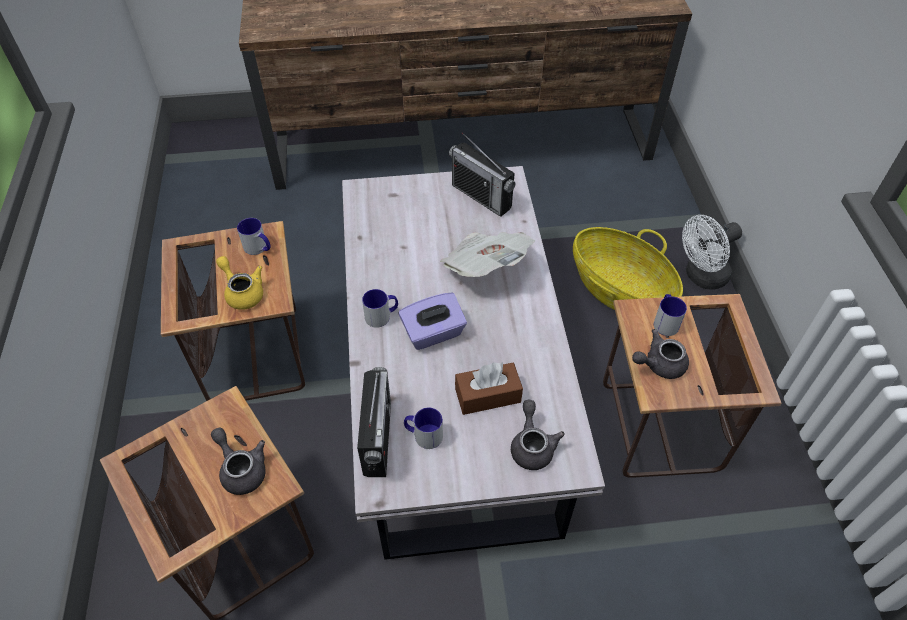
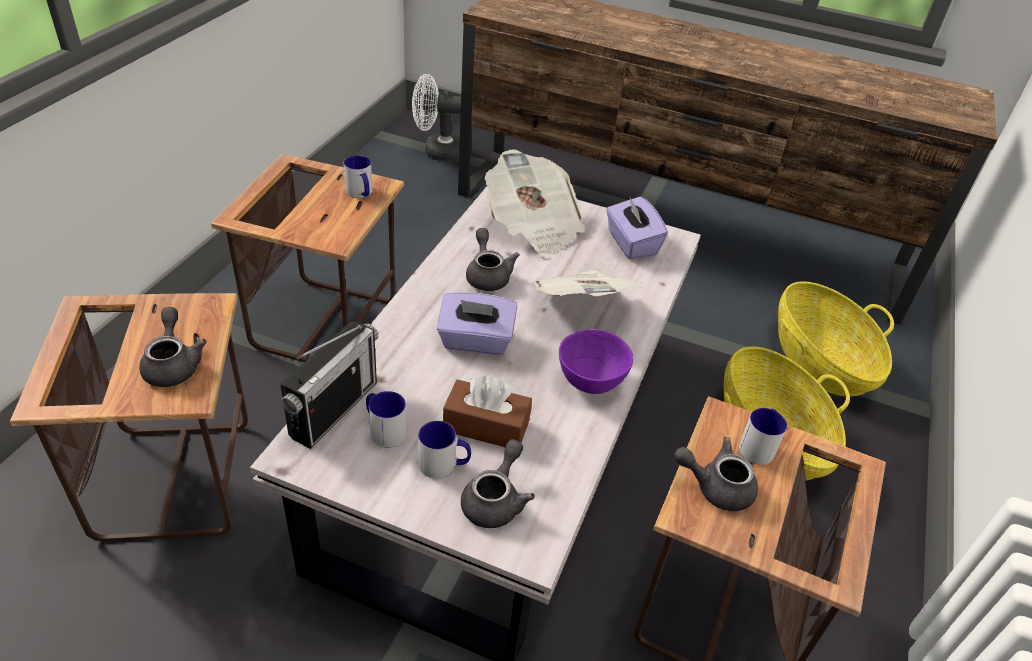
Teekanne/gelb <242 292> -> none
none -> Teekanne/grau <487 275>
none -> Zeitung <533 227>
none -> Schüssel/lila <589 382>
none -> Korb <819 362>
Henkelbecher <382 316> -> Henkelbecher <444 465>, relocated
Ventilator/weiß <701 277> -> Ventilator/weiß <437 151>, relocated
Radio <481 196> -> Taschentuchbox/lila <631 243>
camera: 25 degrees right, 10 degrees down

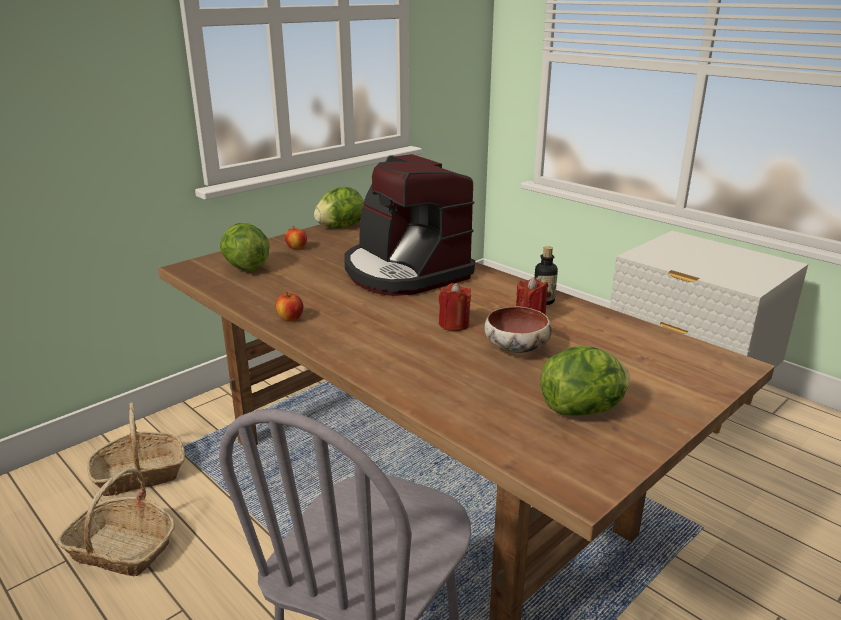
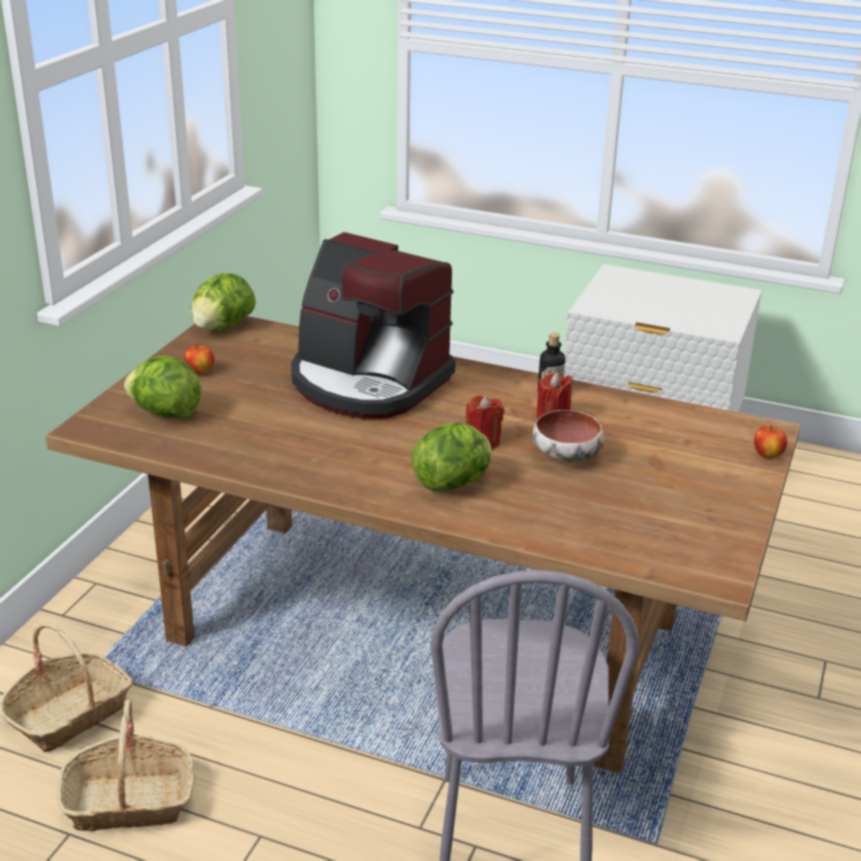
Apfel <290 319> -> Apfel <768 455>, relocated
Salatkopf <583 410> -> Salatkopf <453 483>, relocated
camera: 25 degrees left, 5 degrees up

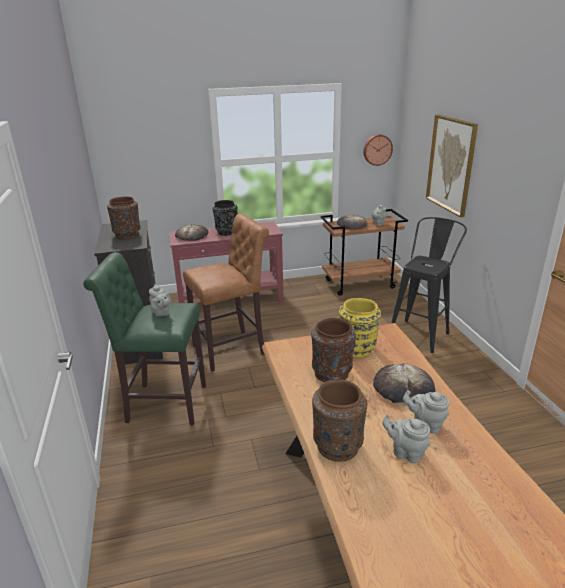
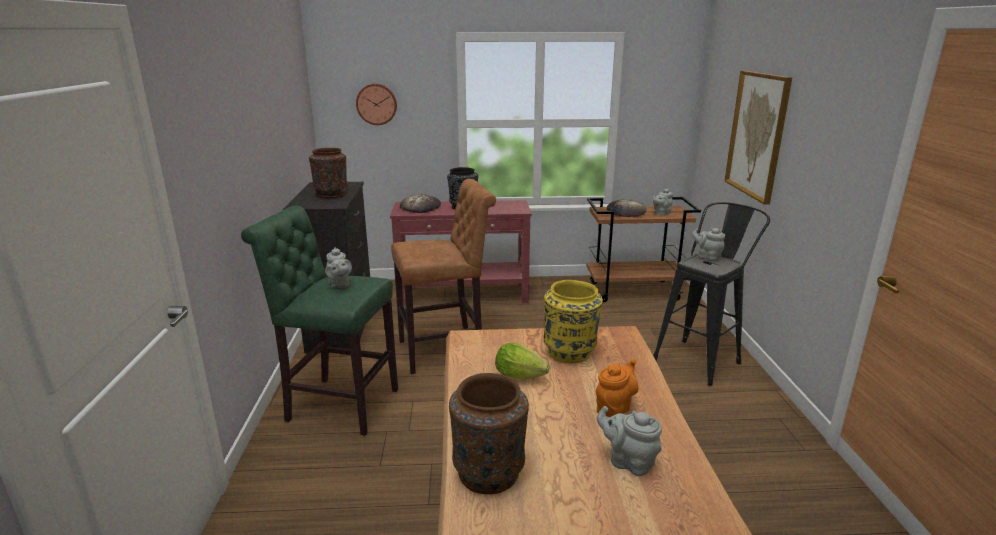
Wanduhr <377 149> -> Wanduhr <376 104>, relocated
Teekanne/grau <406 452> -> Teekanne/grau <707 256>, relocated
Vase/braun <332 372> -> Salatkopf <522 377>
Brot <403 388> -> Teekanne/orange <615 409>
camera: 10 degrees right, 5 degrees down

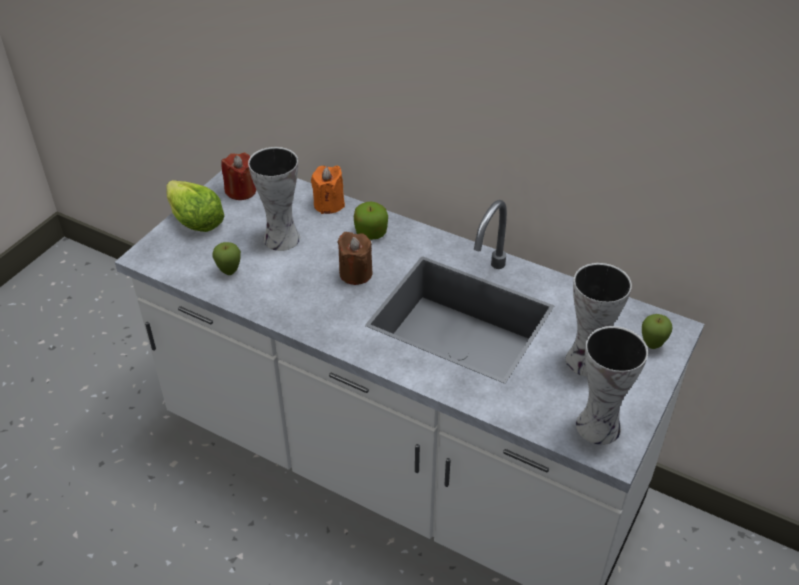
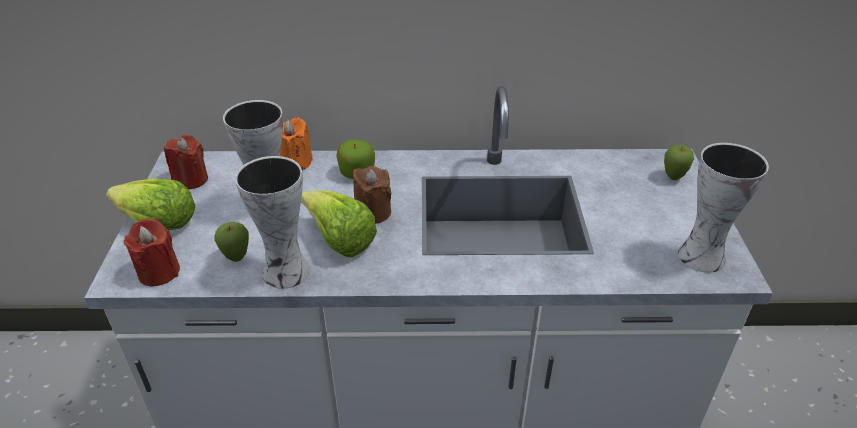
none -> Kerze/rot <159 272>
none -> Salatkopf <339 240>
Vase <584 361> -> Vase <284 273>, relocated
camera: 30 degrees left, 5 degrees down

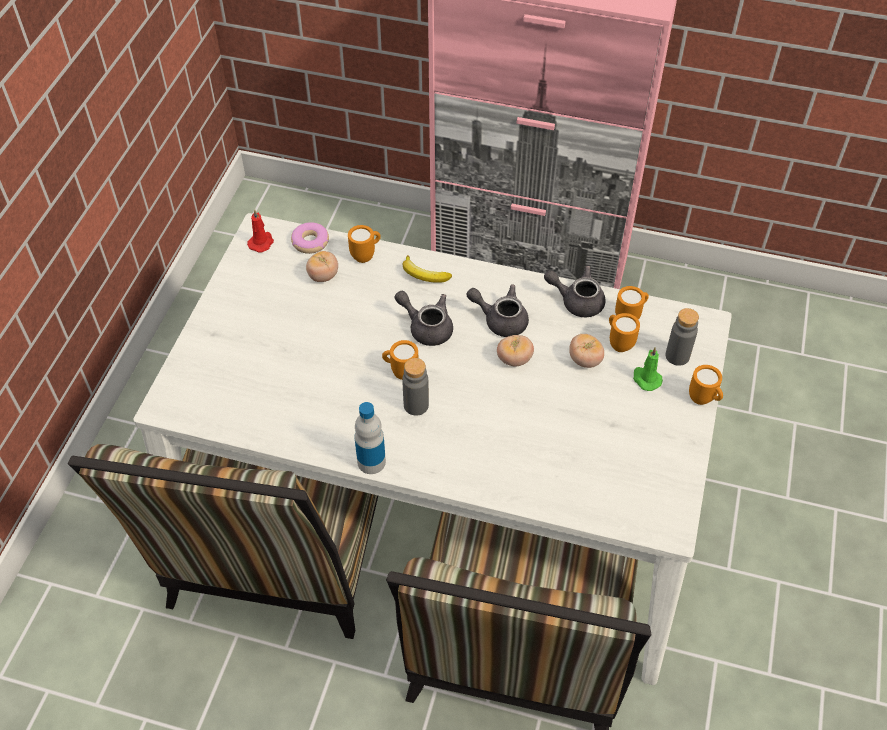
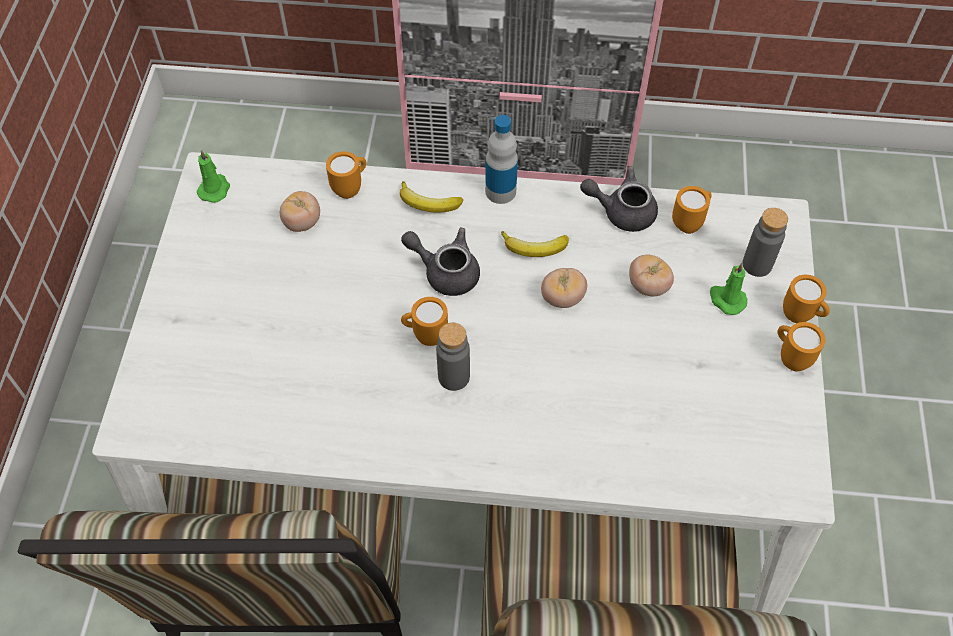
Donut <310 242> -> none
Flasche <371 462> -> Flasche <500 191>, relocated
Henkelbecher/orange <618 343> -> Henkelbecher/orange <790 357>, relocated
Teekanne/grau <500 320> -> Banane <534 249>
Kerze/rot <261 242> -> Kerze/grün <215 189>
camera: 10 degrees left, 5 degrees up

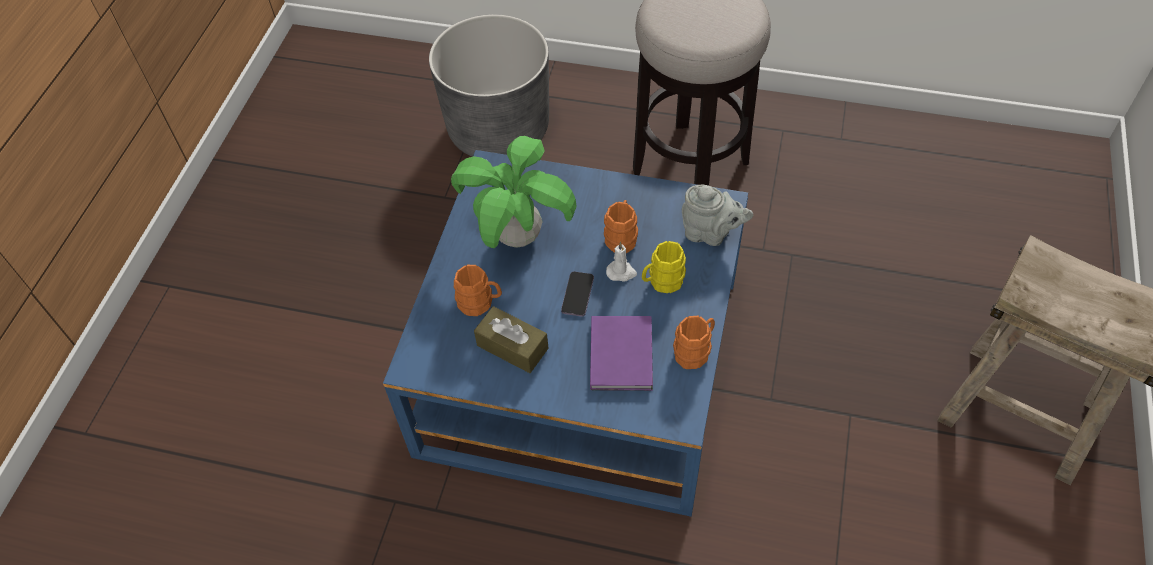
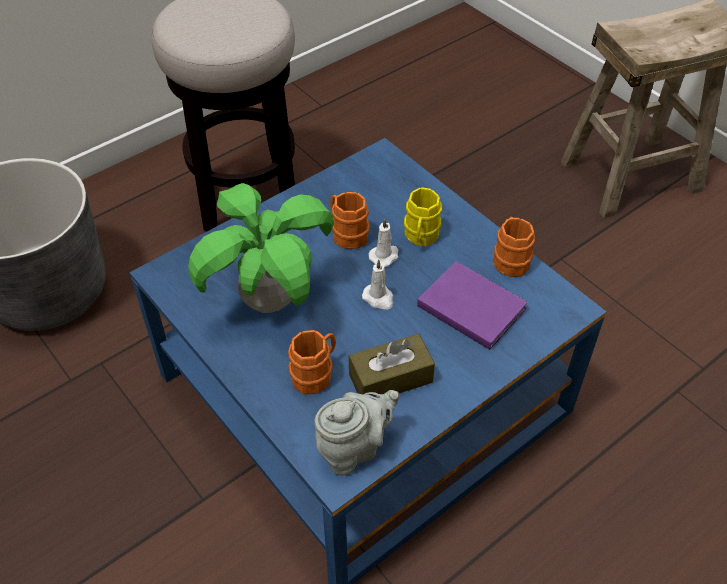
Teekanne/grau <710 234> -> Teekanne/grau <354 449>, relocated
Handy <577 295> -> Kerze/weiß <379 298>
camera: 55 degrees left, 5 degrees down

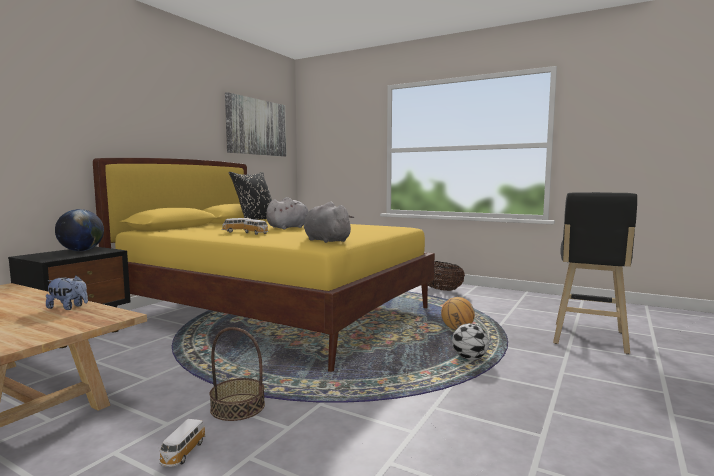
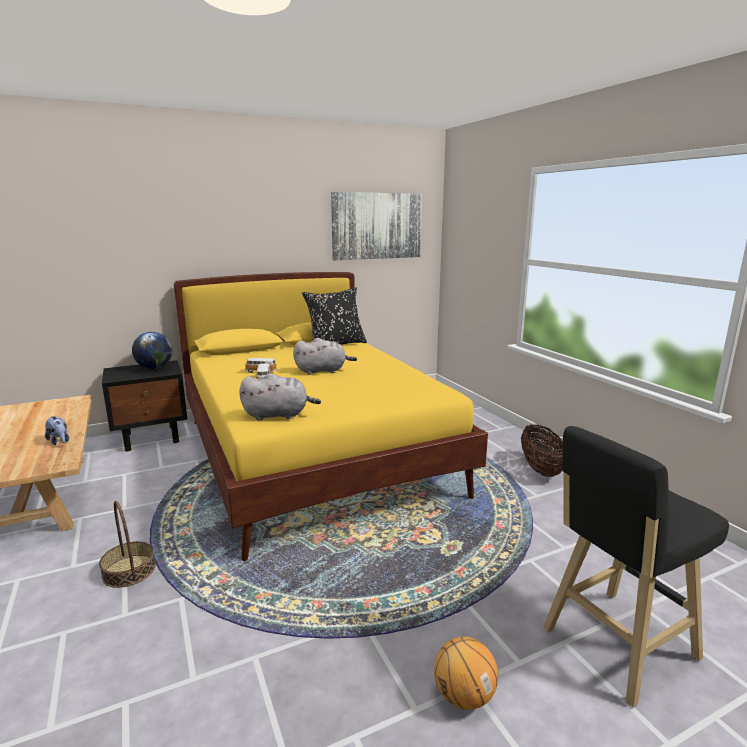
Spielzeugauto <182 453> -> none
Fußball <470 358> -> none
Basketball <457 329> -> Basketball <463 696>, relocated
Plüschtier/grau <325 241> -> Plüschtier/grau <278 415>, 90 degrees clockwise
camera: 35 degrees right, 10 degrees up

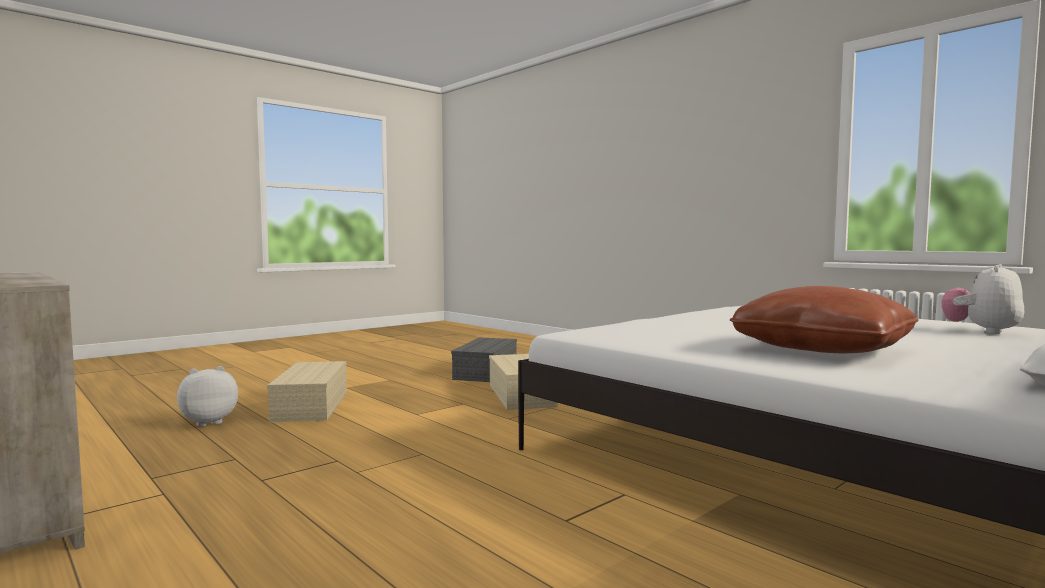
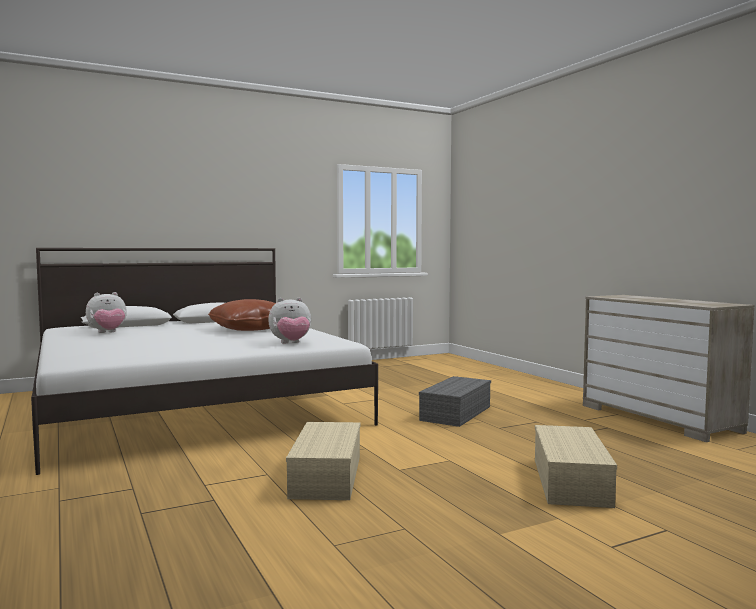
Plüschtier <208 422> -> Plüschtier <291 343>, relocated
Aufbewahrungsbox/grau <486 372> -> Aufbewahrungsbox/grau <455 413>, relocated
camera: 165 degrees left, 0 degrees up

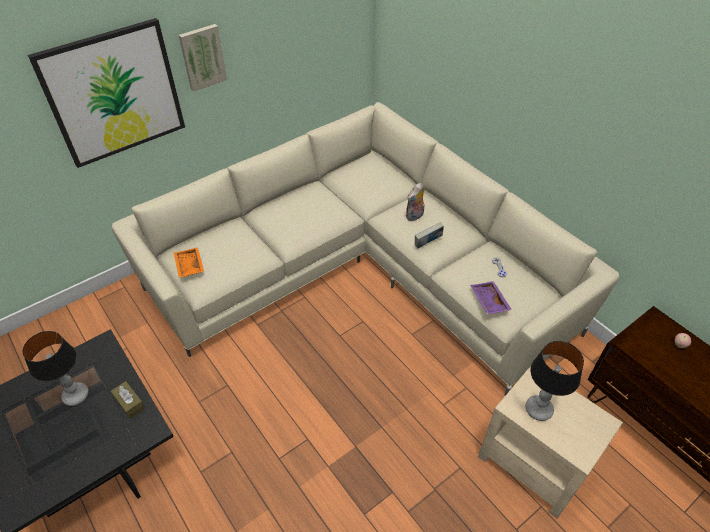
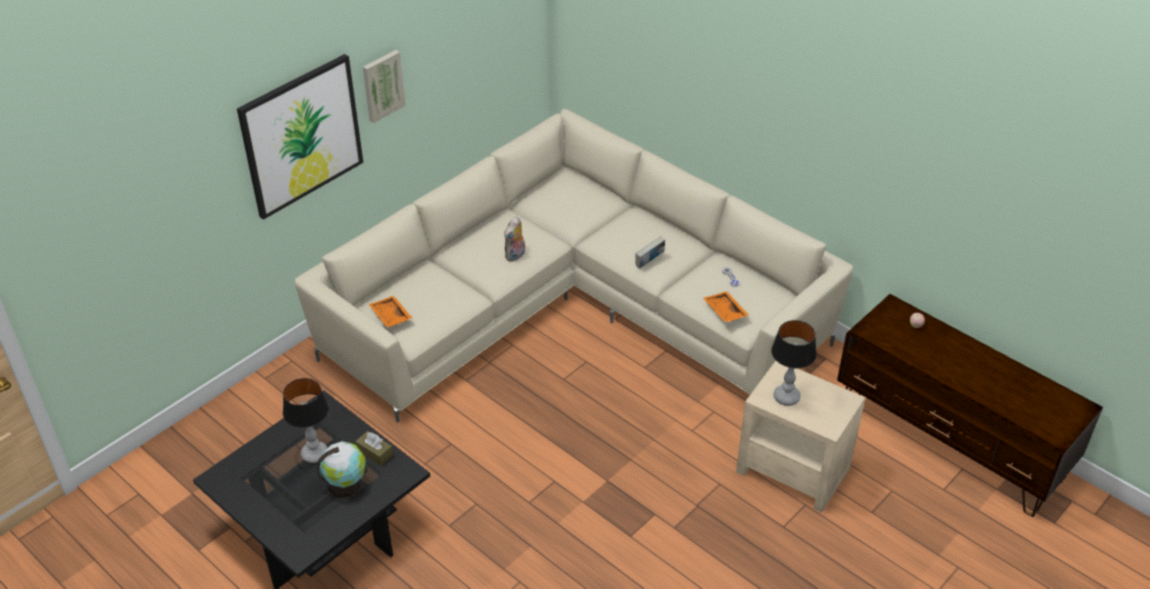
none -> Globus <346 485>
Plüschtier <415 216> -> Plüschtier <515 256>, relocated
Tablett/lila <488 301> -> Tablett/orange <724 312>
camera: 10 degrees left, 5 degrees down

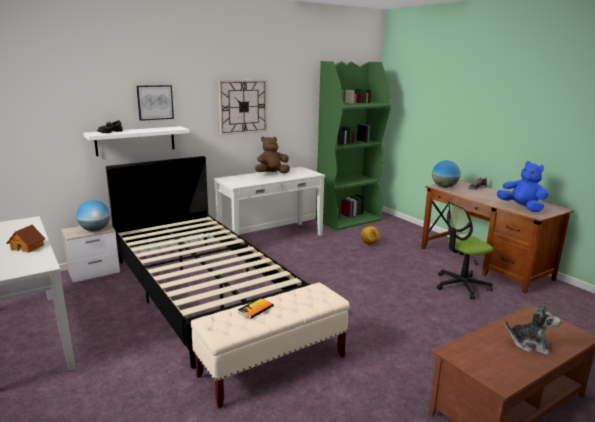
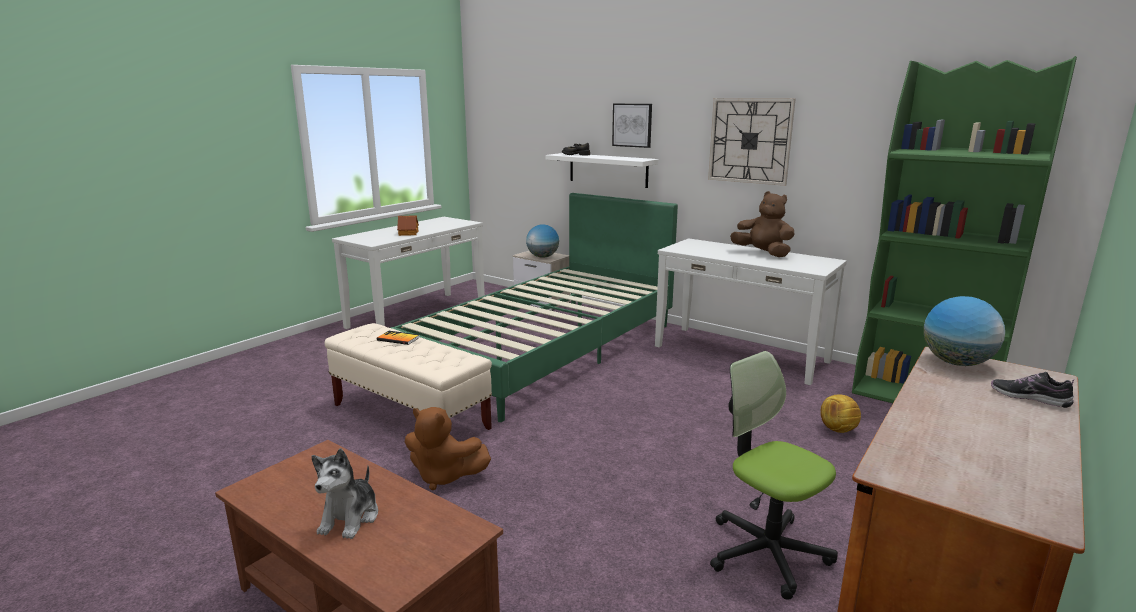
Plüschtier/blau <521 207> -> none
none -> Plüschtier/braun <444 476>
Bett/schwarz <201 290> -> Bett/grün <546 350>
camera: 70 degrees right, 0 degrees up

